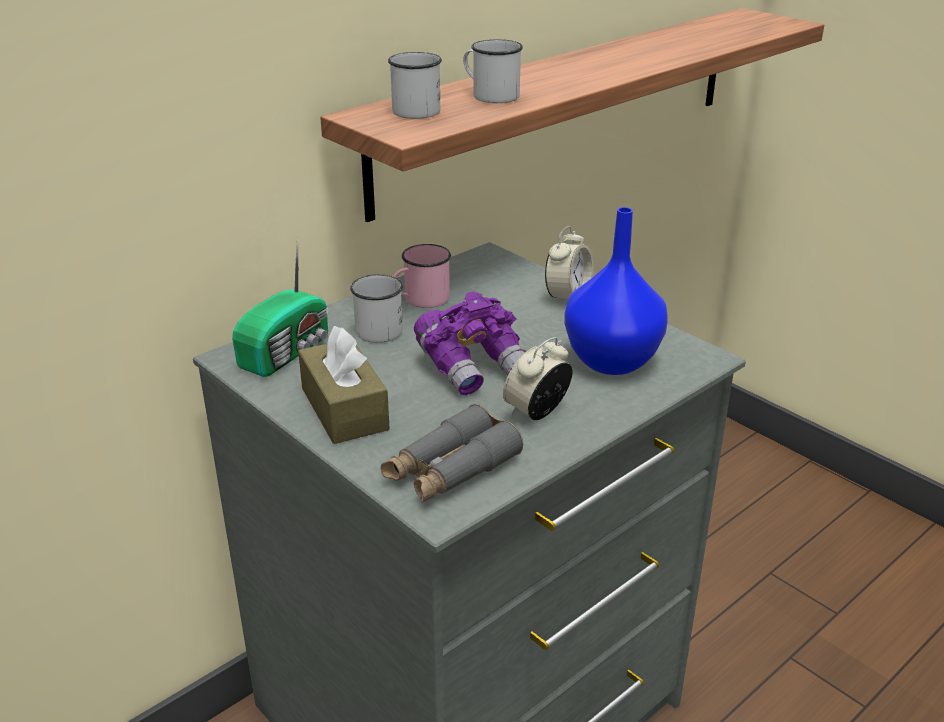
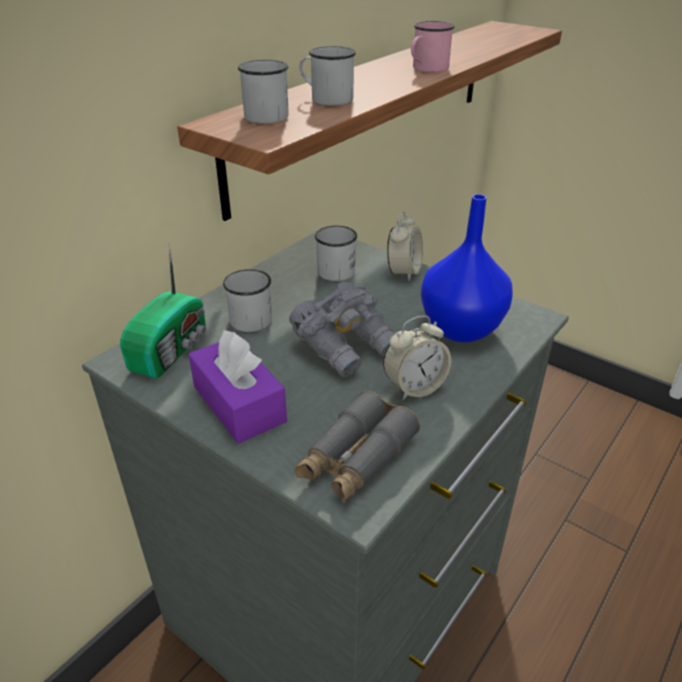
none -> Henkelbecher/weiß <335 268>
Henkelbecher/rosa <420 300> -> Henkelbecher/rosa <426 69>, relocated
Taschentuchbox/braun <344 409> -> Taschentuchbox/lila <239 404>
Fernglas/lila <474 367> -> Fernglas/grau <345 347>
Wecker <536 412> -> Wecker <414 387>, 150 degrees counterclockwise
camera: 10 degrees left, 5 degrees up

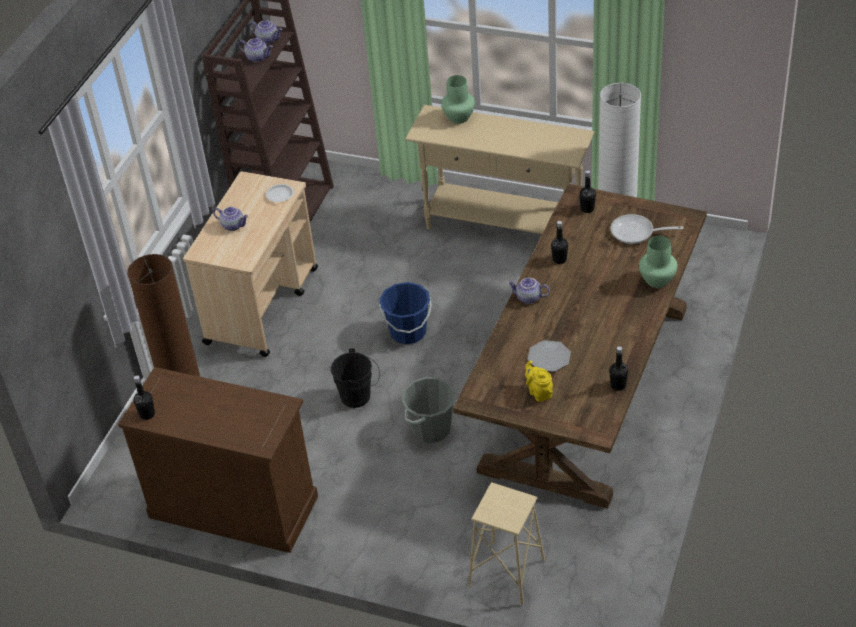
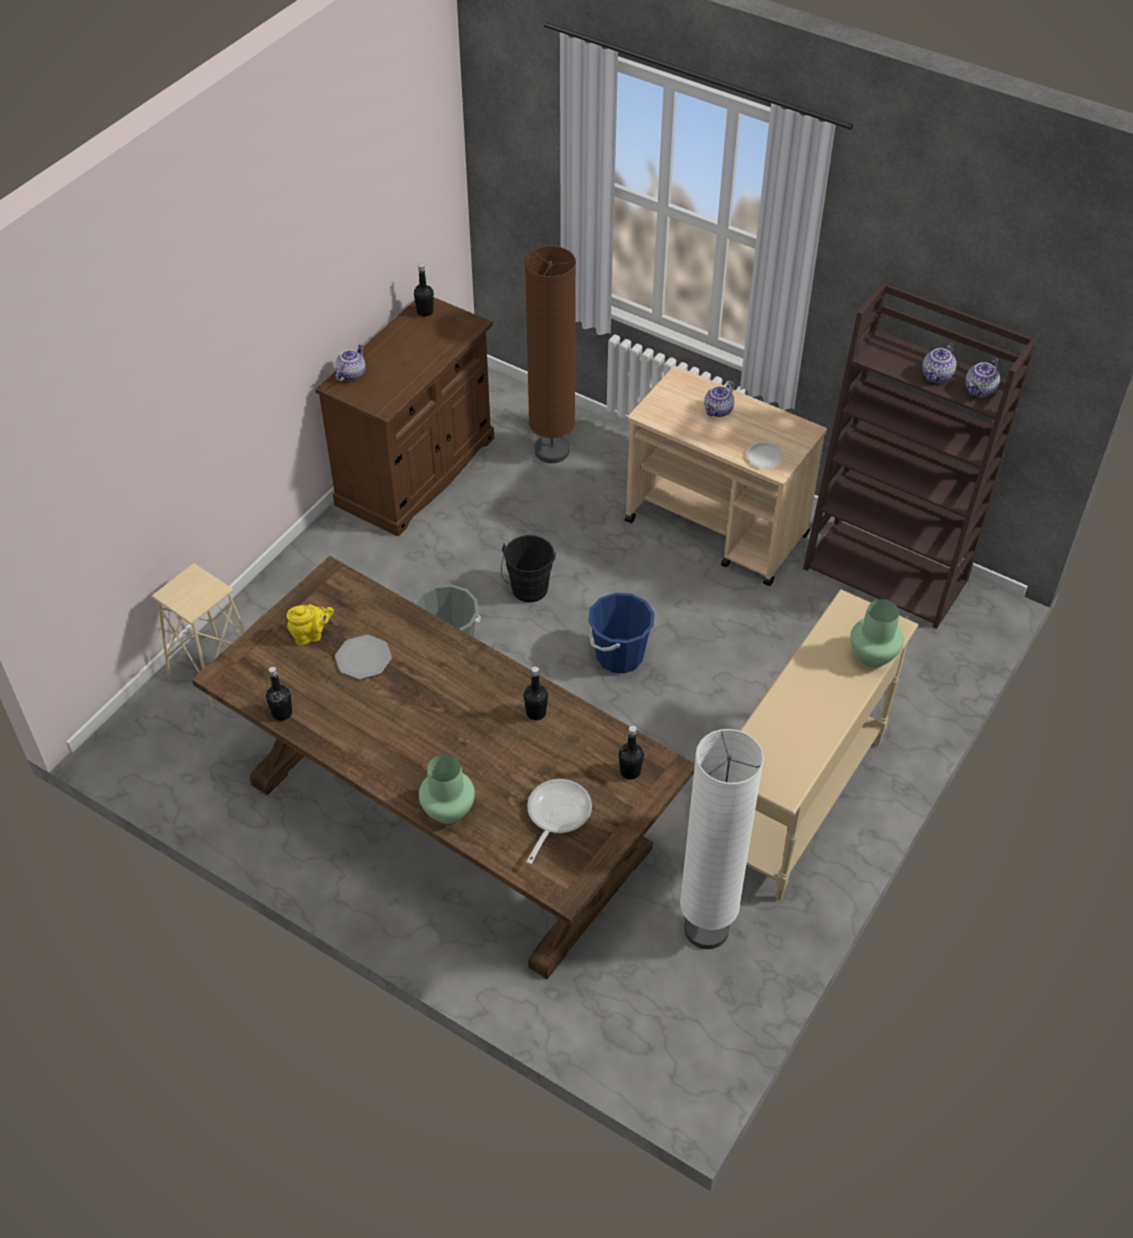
Teekanne <528 298> -> Teekanne <351 374>, relocated
camera: 100 degrees right, 5 degrees up

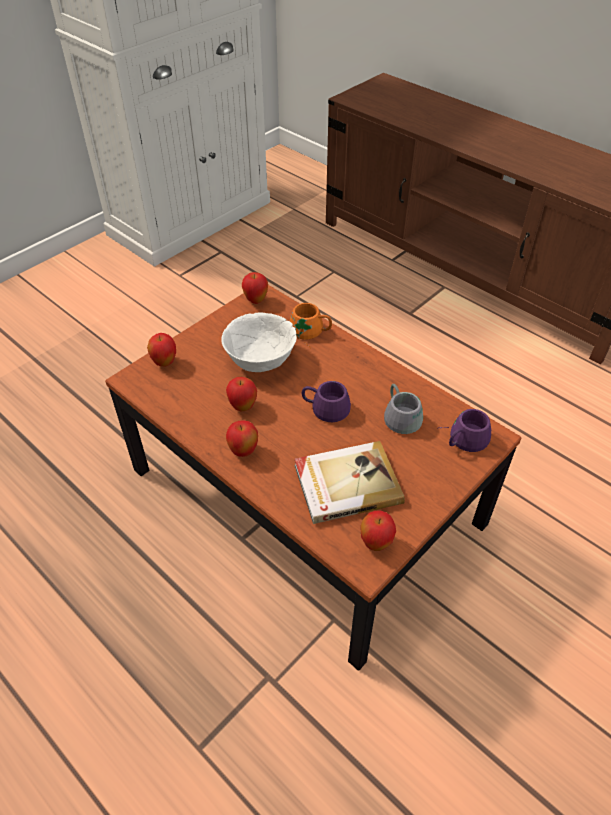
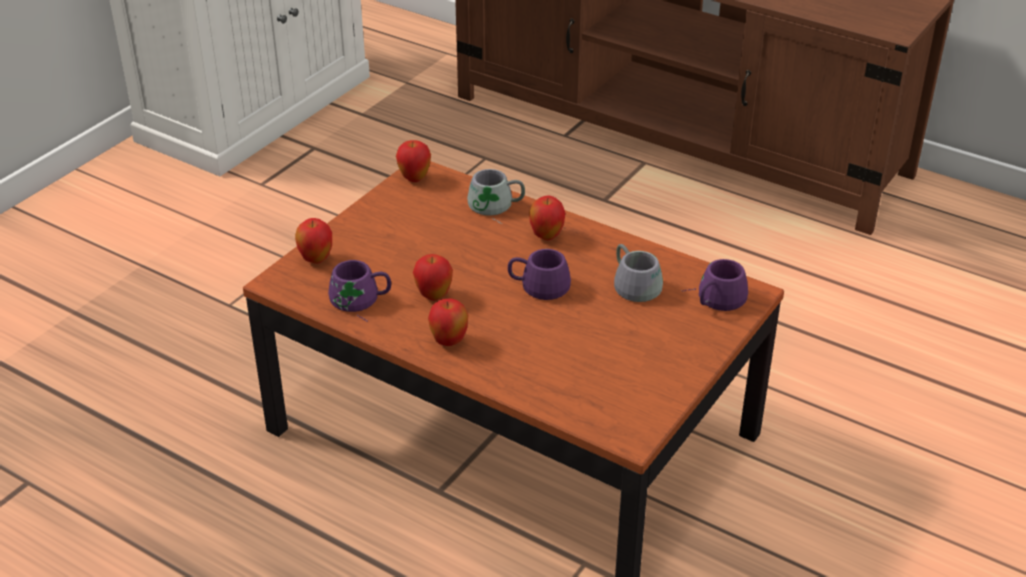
Schüssel/weiß <259 360> -> none
Buch <346 483> -> none
none -> Henkelbecher/lila <359 302>
Apfel <376 543> -> Apfel <546 236>, relocated
Henkelbecher/orange <309 333> -> Henkelbecher/grau <495 207>
camera: 10 degrees left, 10 degrees down

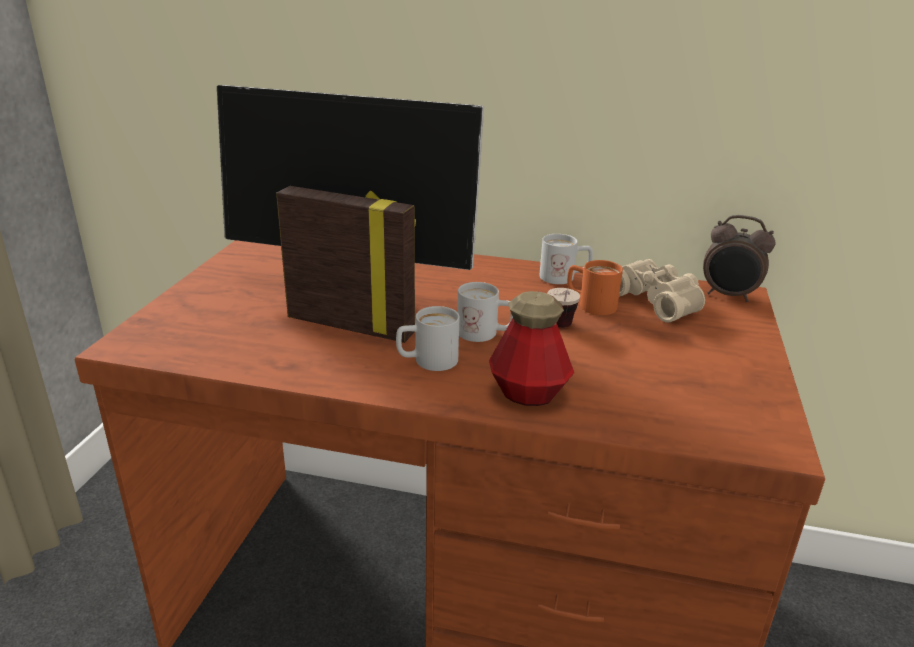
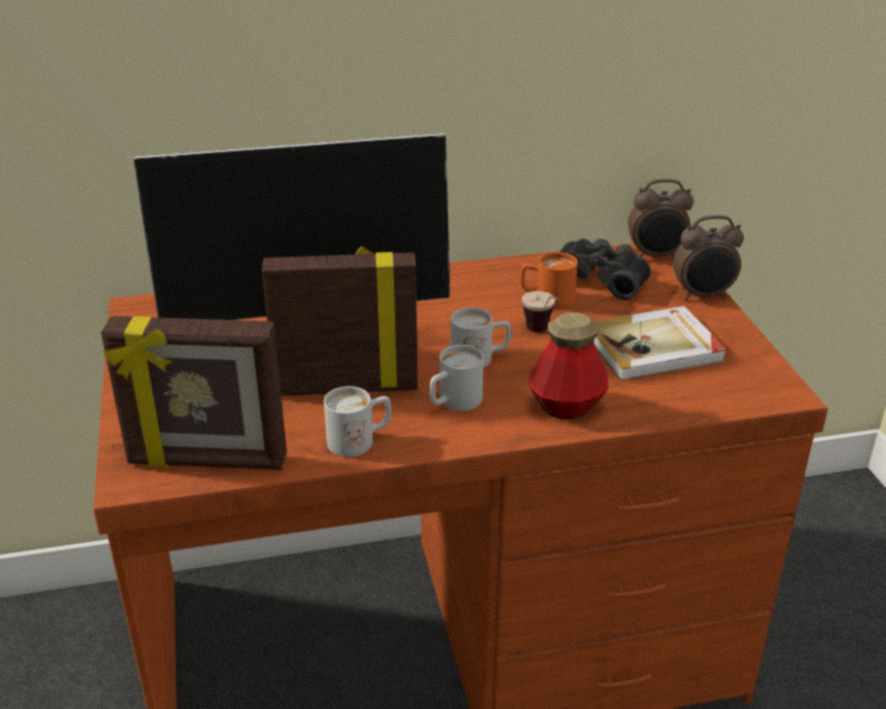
none -> Bilderrahmen <207 462>
none -> Buch <654 348>
none -> Wecker <703 296>
Henkelbecher/weiß <564 277> -> Henkelbecher/weiß <360 440>, relocated
Fernglas/beige <657 300> -> Fernglas/schwarz <601 278>
camera: 25 degrees left, 5 degrees up

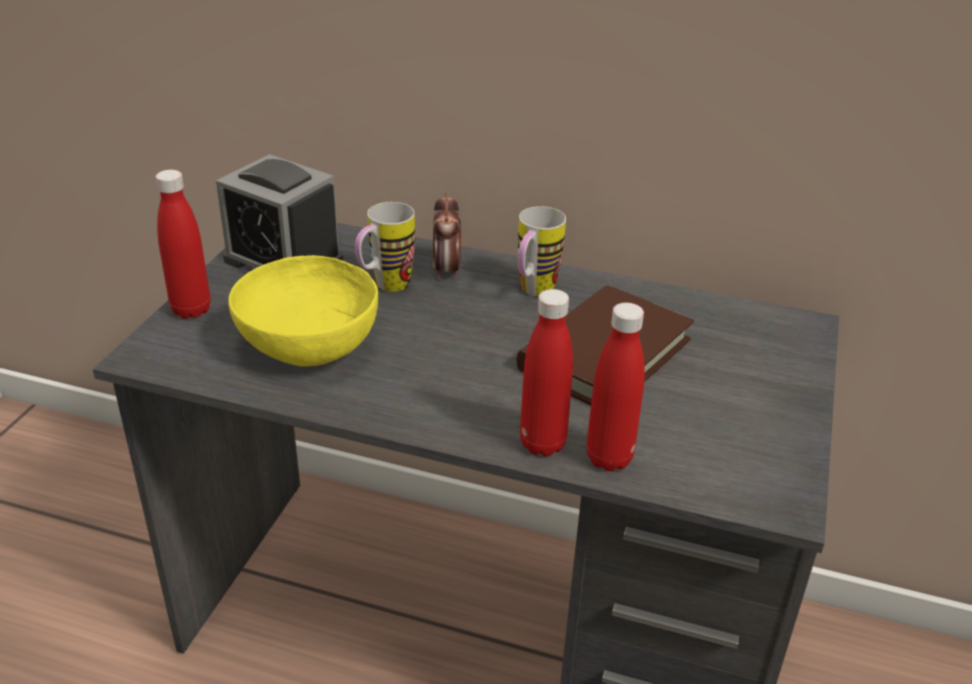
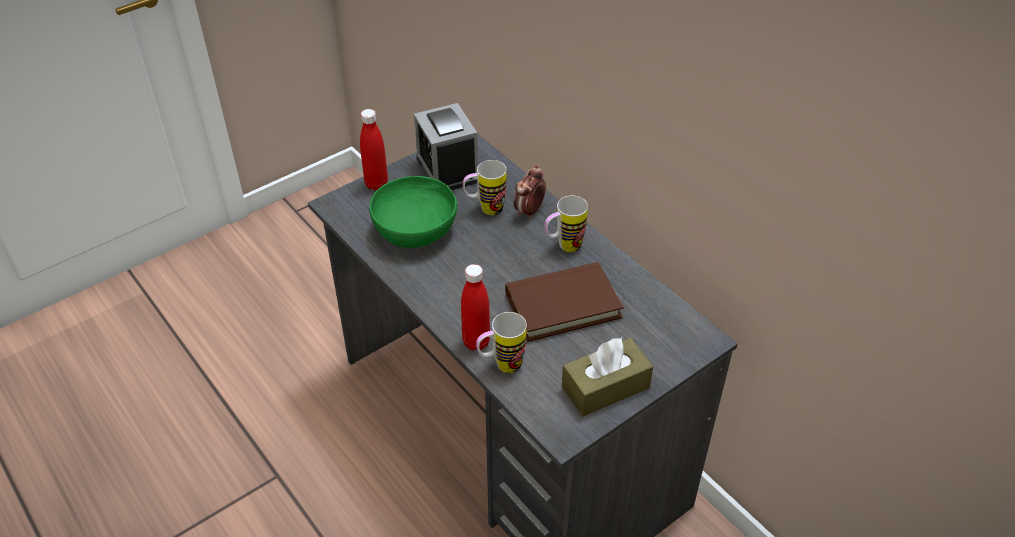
none -> Taschentuchbox/braun <605 387>
Flasche/rot <609 458> -> Henkelbecher <501 366>
Schüssel/gelb <307 344> -> Schüssel/grün <415 230>
camera: 35 degrees right, 10 degrees up

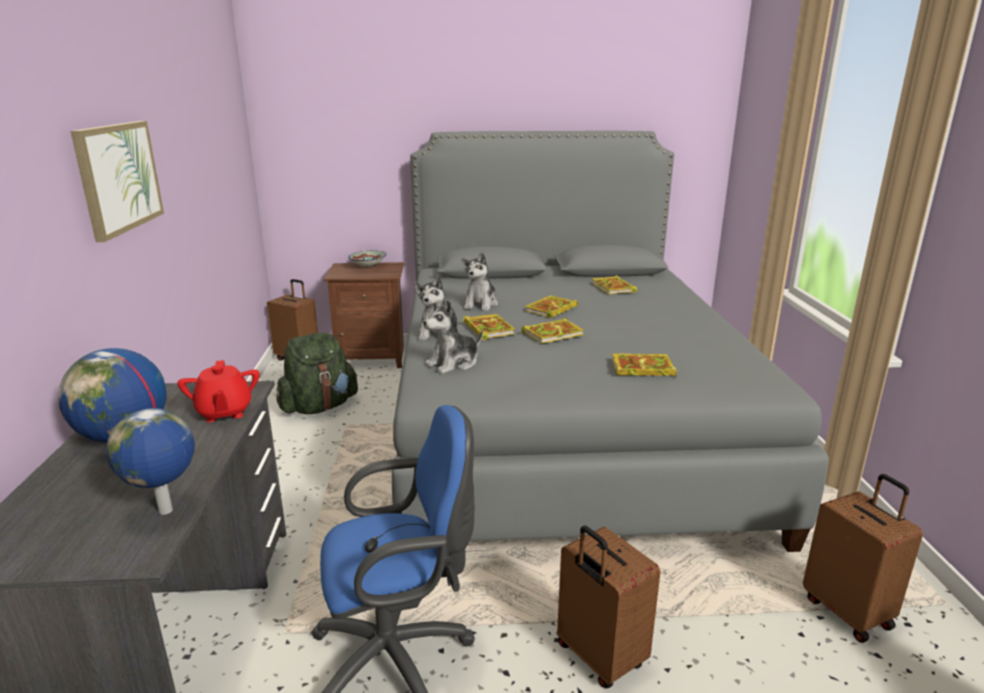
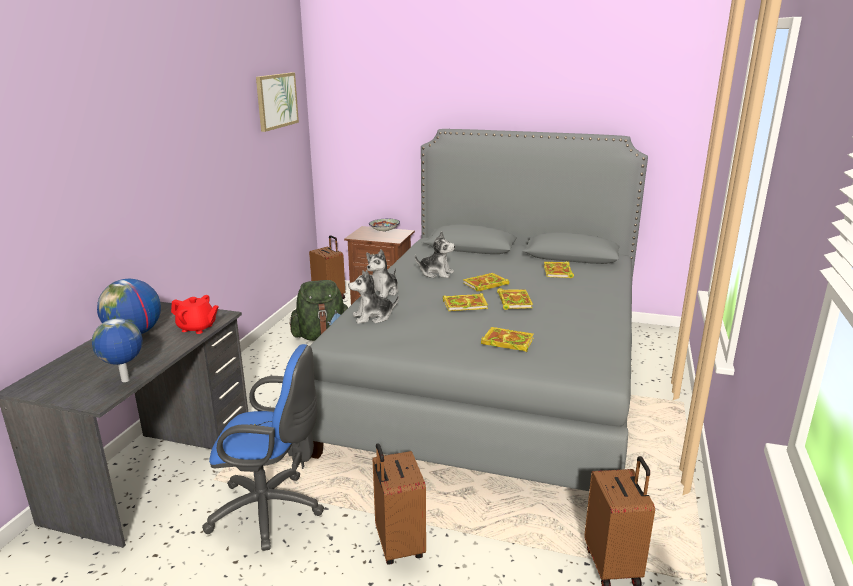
Bild <118 177> -> Bild <276 101>, relocated
Buch <488 329> -> Buch <514 301>, relocated
Teekanne/rot <224 412> -> Teekanne/rot <197 328>, 75 degrees counterclockwise
Plüschtier <481 304> -> Plüschtier <436 273>, 105 degrees counterclockwise
camera: 20 degrees right, 0 degrees up

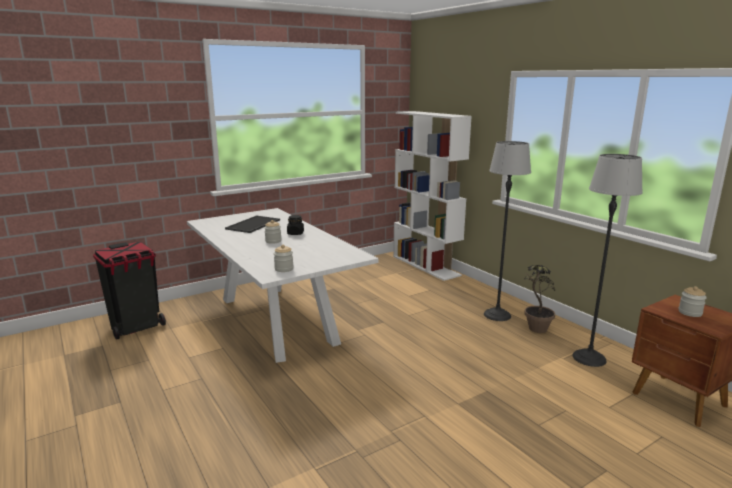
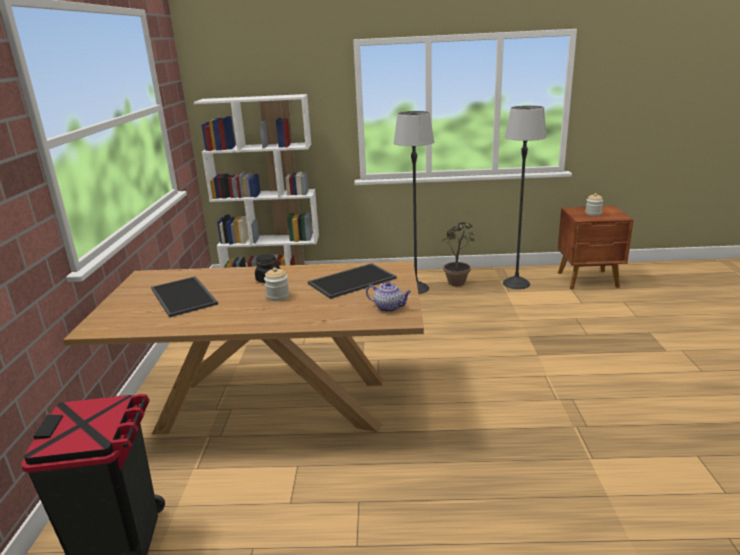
none -> Tablett <352 280>
Vorratsglas <284 269> -> Teekanne <389 307>
Esstisch/weiß <277 319> -> Esstisch/braun <274 404>
camera: 55 degrees left, 5 degrees up

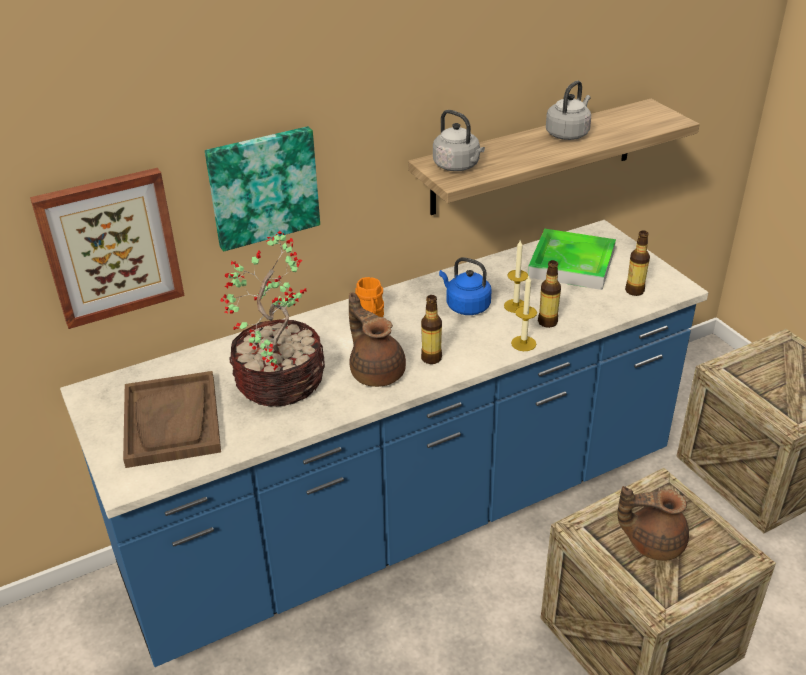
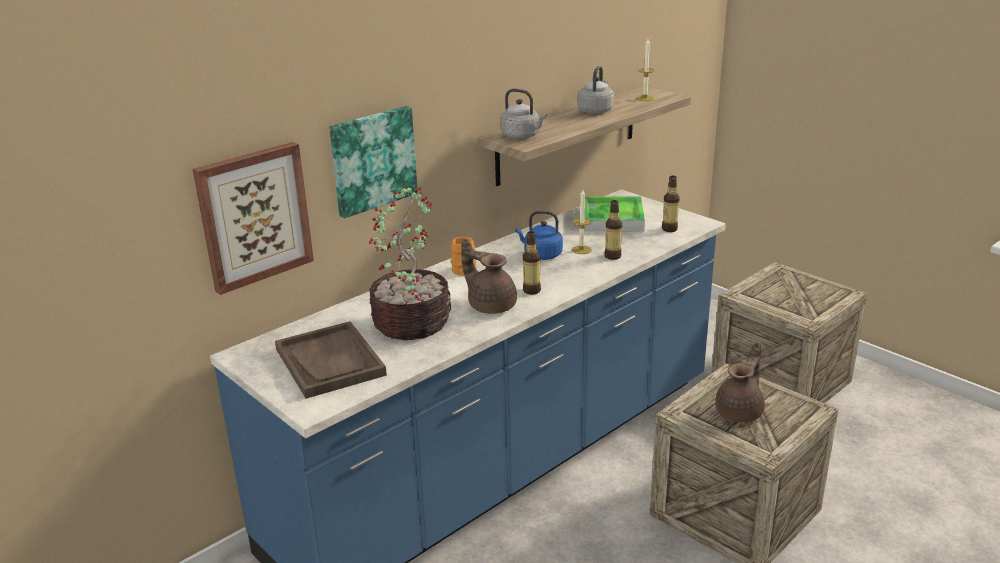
Kerze <523 343> -> Kerze <645 98>, relocated
Teekanne/braun <652 542> -> Teekanne/braun <740 412>, 135 degrees clockwise
camera: 15 degrees left, 10 degrees down

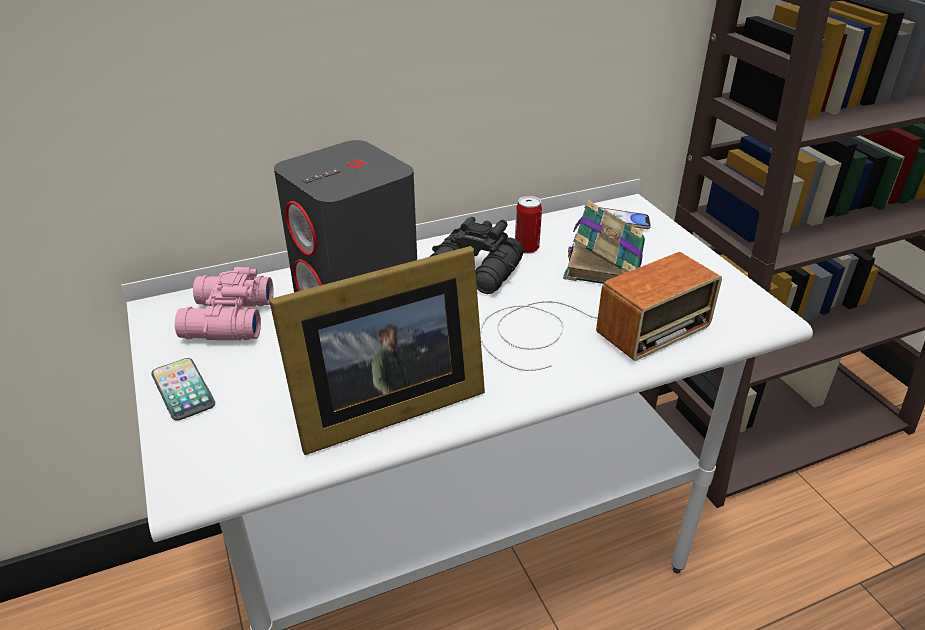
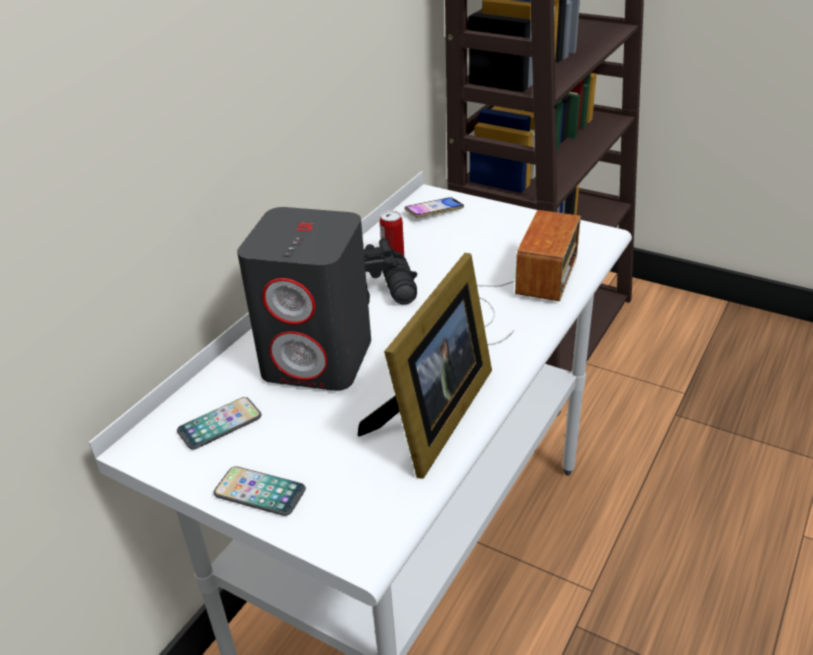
Buch <604 261> -> none
Fernglas/rosa <226 320> -> Handy <220 424>
camera: 35 degrees left, 0 degrees up

